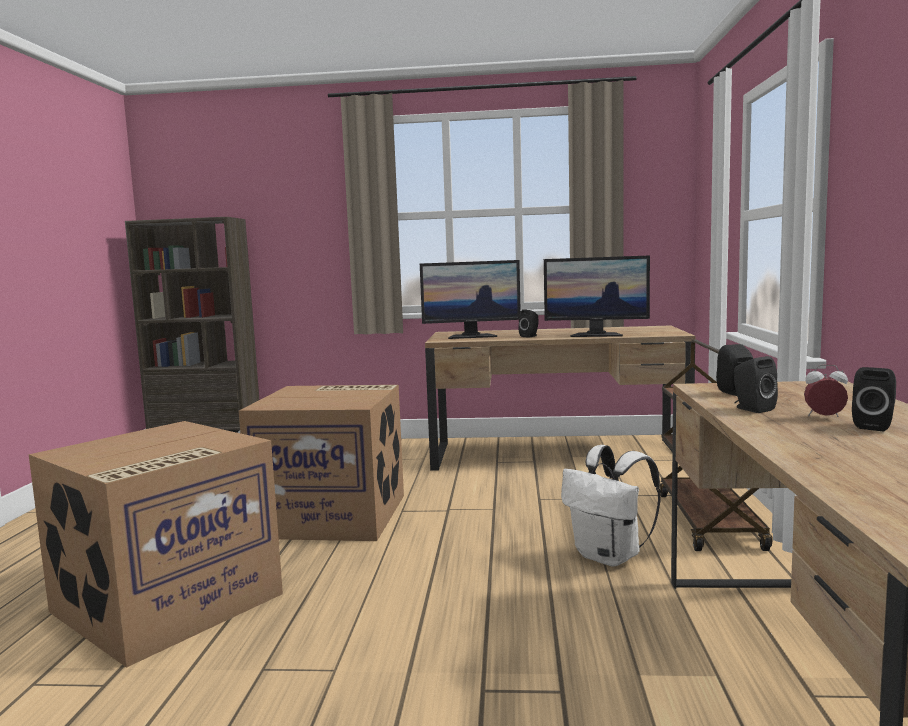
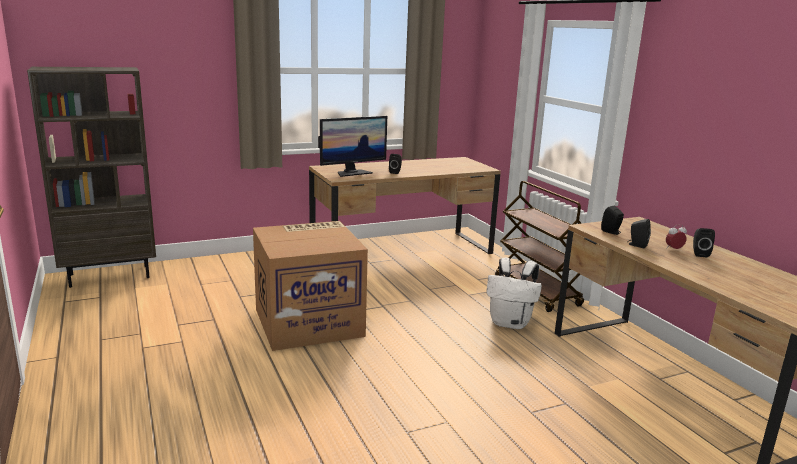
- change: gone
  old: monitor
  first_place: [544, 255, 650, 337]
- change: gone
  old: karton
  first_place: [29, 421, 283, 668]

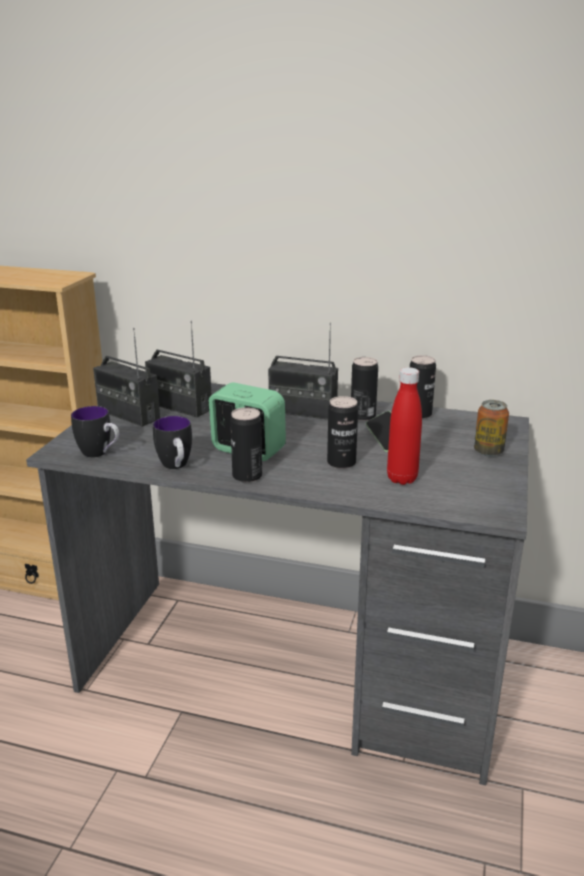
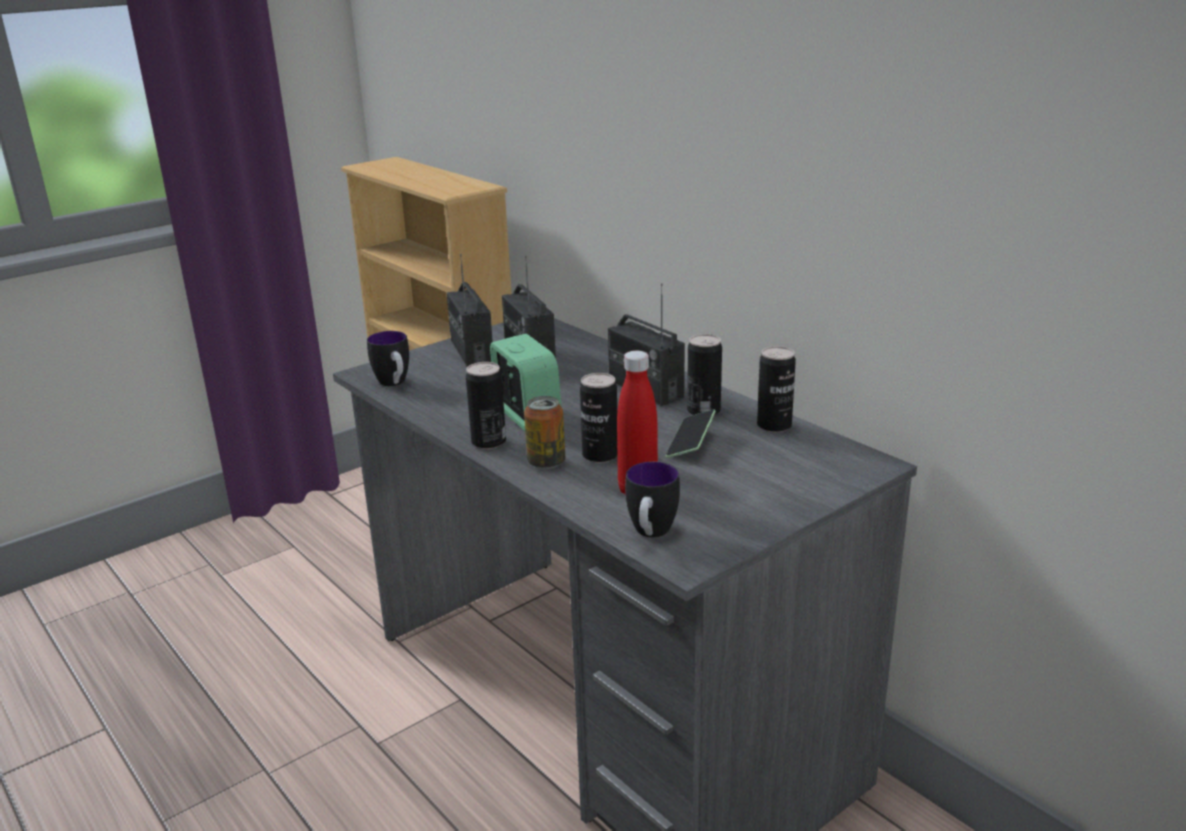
- change: shifted
  old: puszka
  first_place: [474, 400, 509, 457]
  second_place: [524, 396, 565, 469]
- change: shifted
  old: kubek
  first_place: [153, 416, 192, 469]
  second_place: [625, 462, 680, 538]

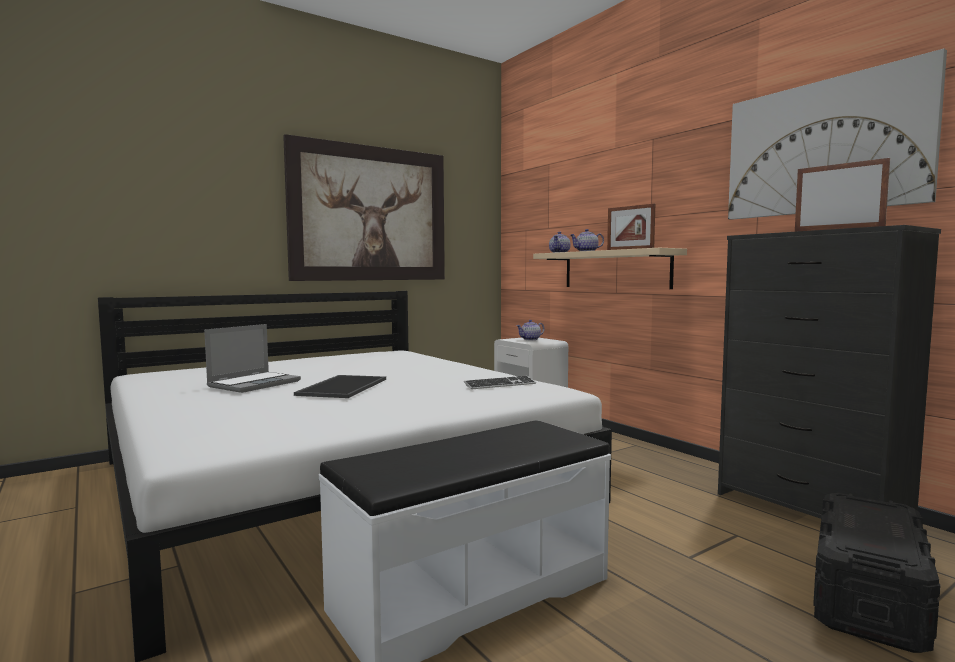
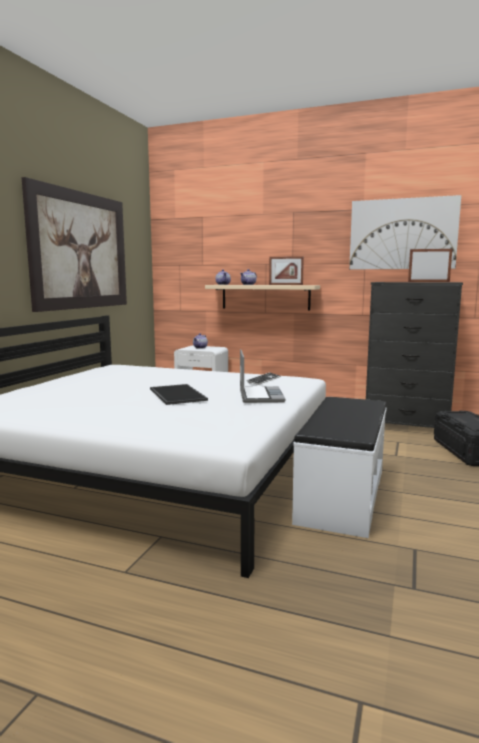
- change: shifted
  old: laptop
  first_place: [204, 324, 301, 393]
  second_place: [240, 349, 286, 403]

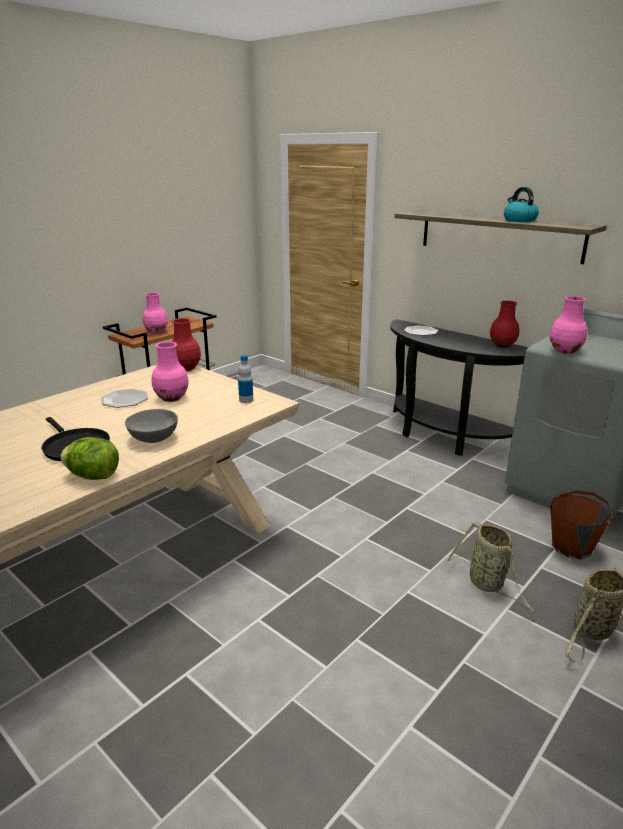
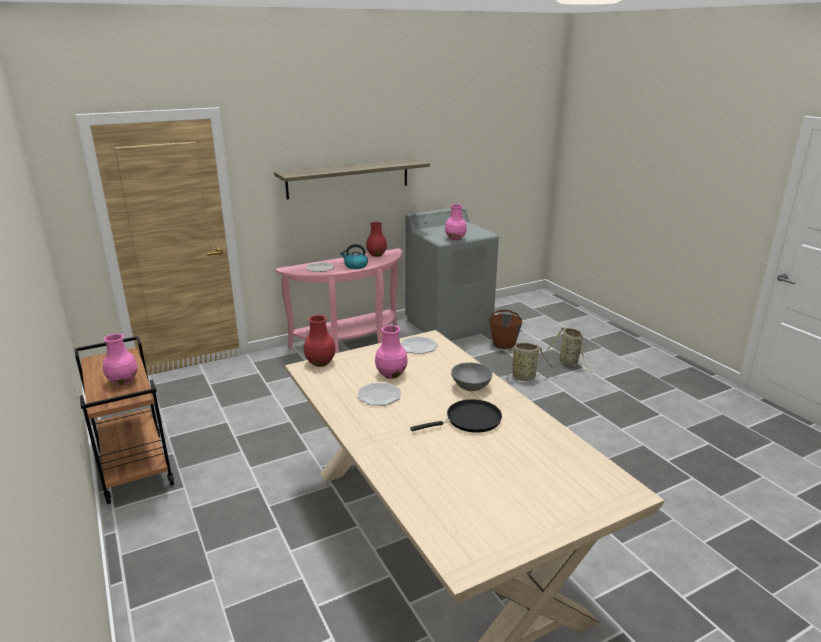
- change: shifted
  old: czajnik
  first_place: [504, 187, 539, 222]
  second_place: [340, 244, 368, 269]
- change: repainted
  old: stolik konsolowy/czarny
  new: stolik konsolowy/różowy
  first_place: [390, 319, 528, 456]
  second_place: [275, 248, 402, 353]
- change: swapped
  old: butelka
  new: talerz
  first_place: [238, 355, 253, 403]
  second_place: [400, 336, 438, 354]
- change: gone
  old: sałata
  first_place: [60, 437, 119, 480]

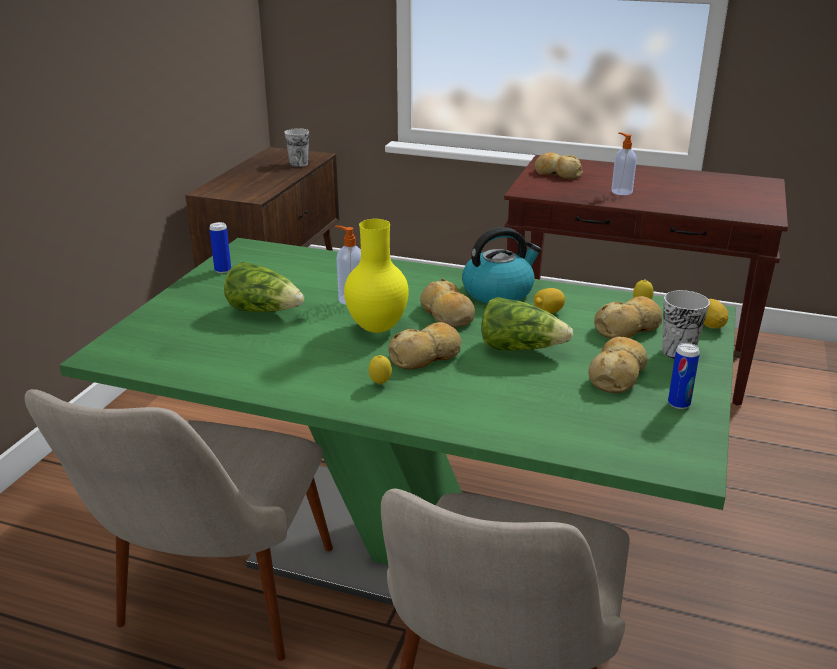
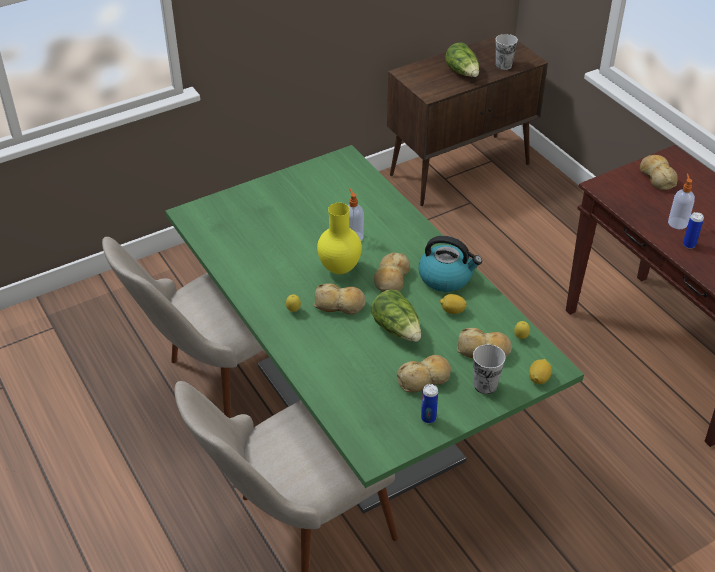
- change: shifted
  old: puszka
  first_place: [209, 222, 231, 273]
  second_place: [683, 212, 704, 249]
- change: shifted
  old: sałata
  first_place: [224, 262, 304, 312]
  second_place: [445, 42, 479, 77]

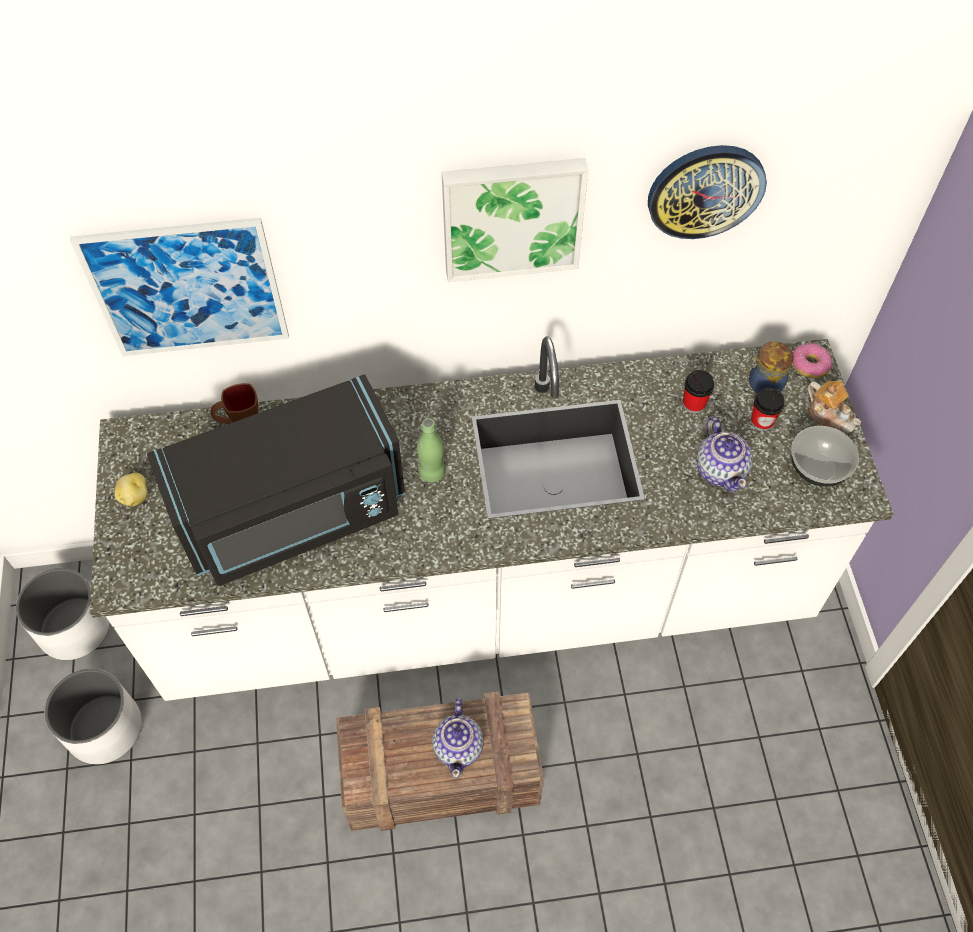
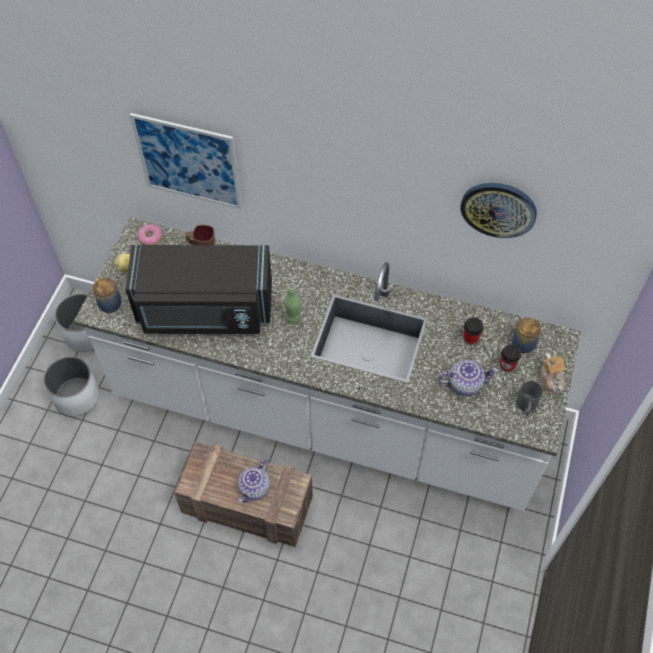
- change: gone
  old: obraz
  first_place: [442, 158, 588, 282]
- change: shifted
  old: donut
  first_place: [792, 343, 832, 378]
  second_place: [138, 224, 163, 245]
- change: rotated
  old: imbryk
  first_place: [696, 417, 753, 492]
  second_place: [438, 360, 498, 396]
  degrees: -105
- change: swapped
  old: miska
  new: kubek/szary
  first_place: [791, 426, 859, 486]
  second_place: [516, 381, 542, 416]
- change: new
  new: słoik
  second_place: [93, 278, 122, 313]

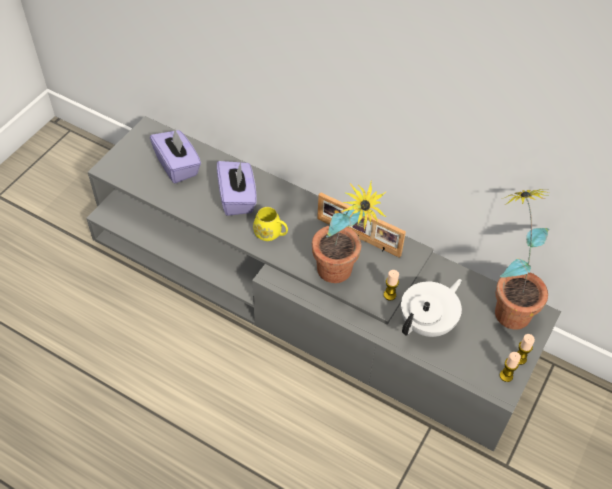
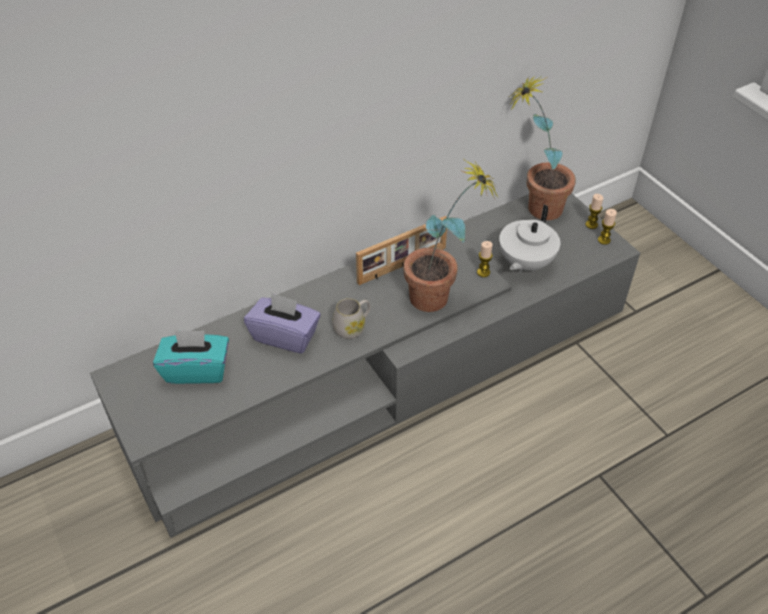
- change: repainted
  old: pudełko chusteczek/fioletowy
  new: pudełko chusteczek/turkusowy
  first_place: [150, 129, 201, 184]
  second_place: [153, 329, 229, 384]
- change: repainted
  old: kubek/żółty
  new: kubek/biały
  first_place: [253, 207, 288, 241]
  second_place: [332, 298, 370, 339]
- change: rotated
  old: imbryk/biały
  first_place: [401, 279, 462, 337]
  second_place: [499, 205, 560, 273]
  degrees: -135

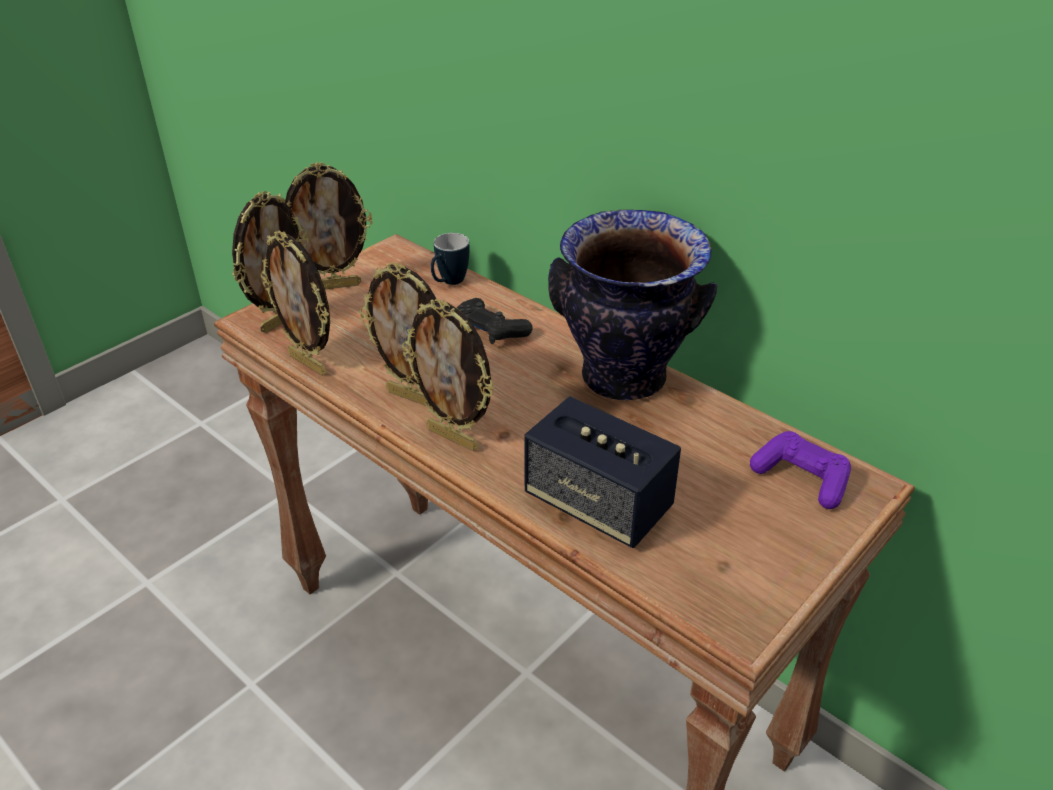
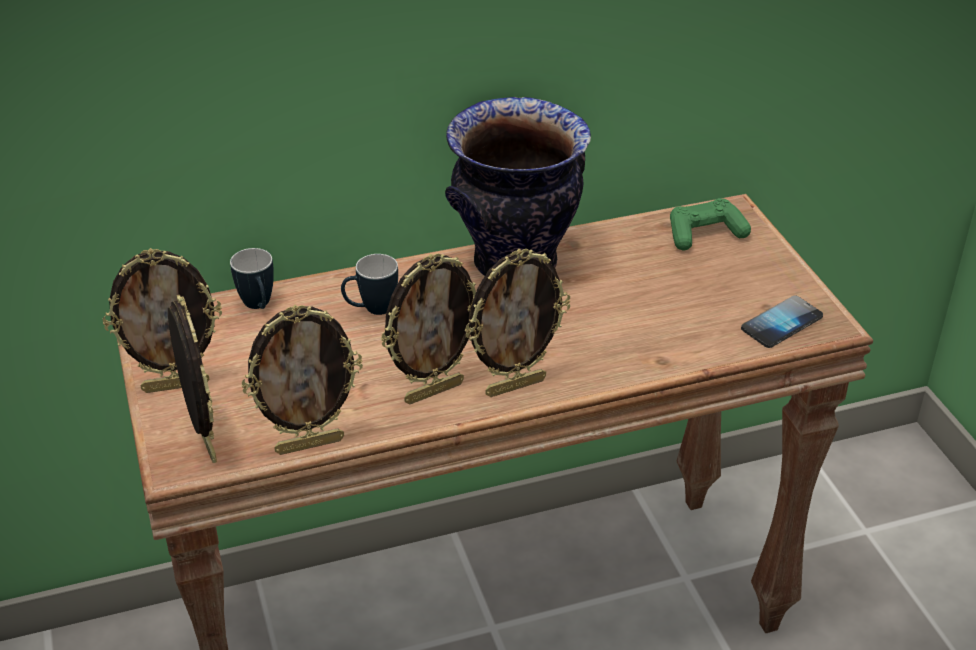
- change: rotated
  old: ramka na zdjęcie
  first_place: [285, 162, 373, 289]
  second_place: [103, 248, 222, 393]
  degrees: 60
- change: swapped
  old: pad do gier/czarny
  new: kubek
  first_place: [457, 298, 533, 344]
  second_place: [341, 254, 398, 315]
- change: gone
  old: głośnik
  first_place: [524, 396, 681, 548]
- change: repainted
  old: pad do gier/fioletowy
  new: pad do gier/zielony
  first_place: [750, 431, 851, 509]
  second_place: [670, 198, 751, 250]
- change: new
  new: telefon
  second_place: [741, 295, 823, 348]

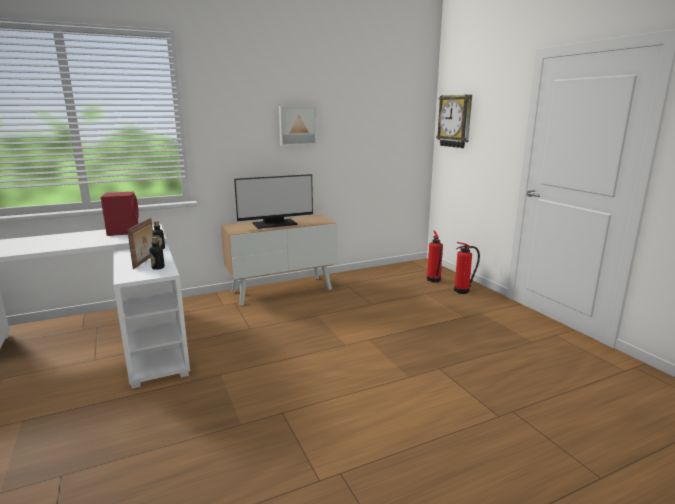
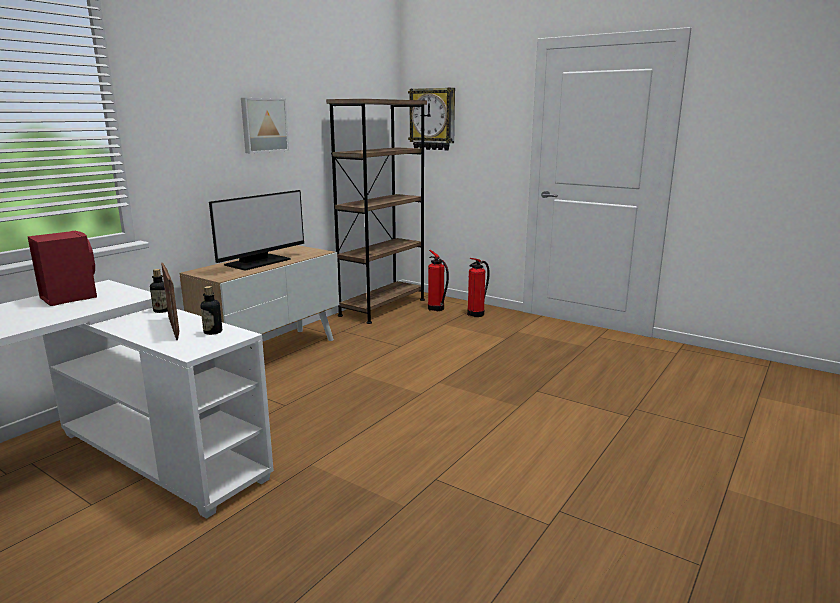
- change: new
  new: regał/brązowy
  second_place: [326, 99, 427, 324]

